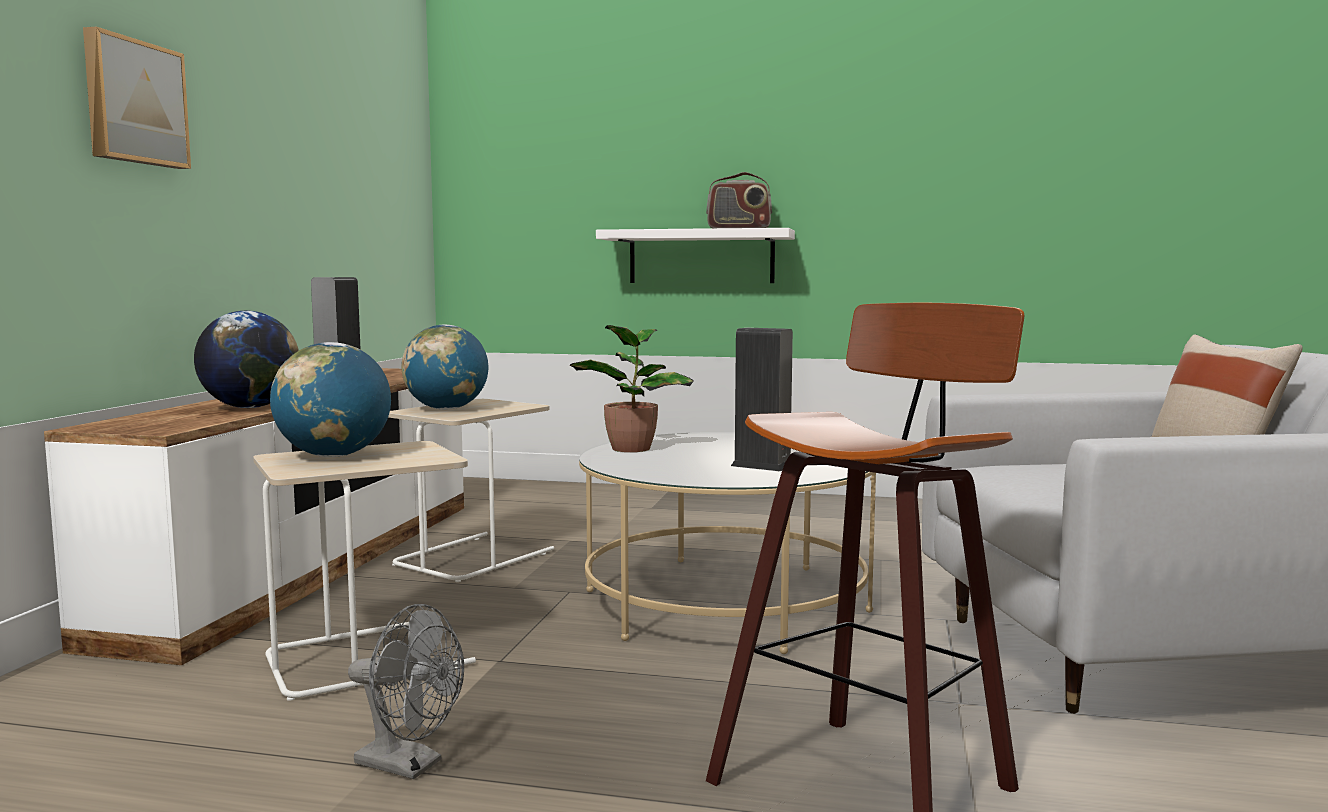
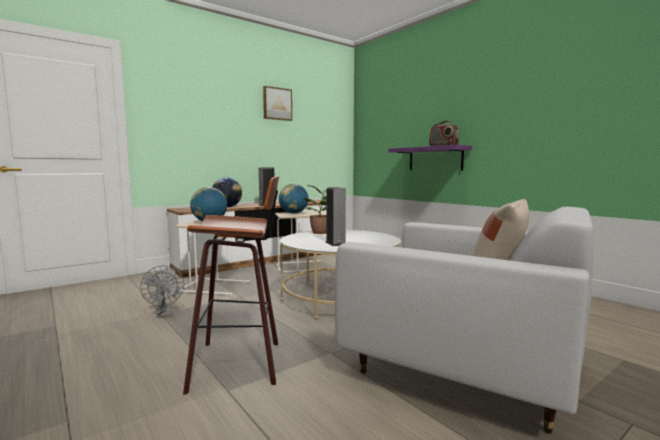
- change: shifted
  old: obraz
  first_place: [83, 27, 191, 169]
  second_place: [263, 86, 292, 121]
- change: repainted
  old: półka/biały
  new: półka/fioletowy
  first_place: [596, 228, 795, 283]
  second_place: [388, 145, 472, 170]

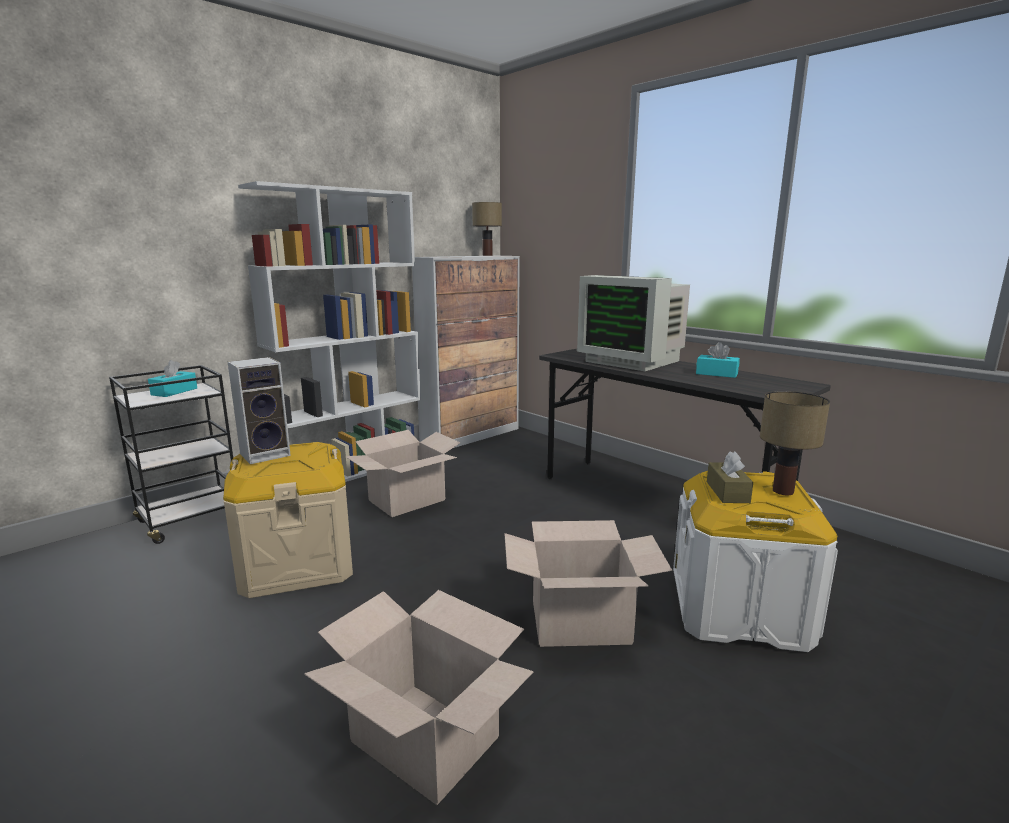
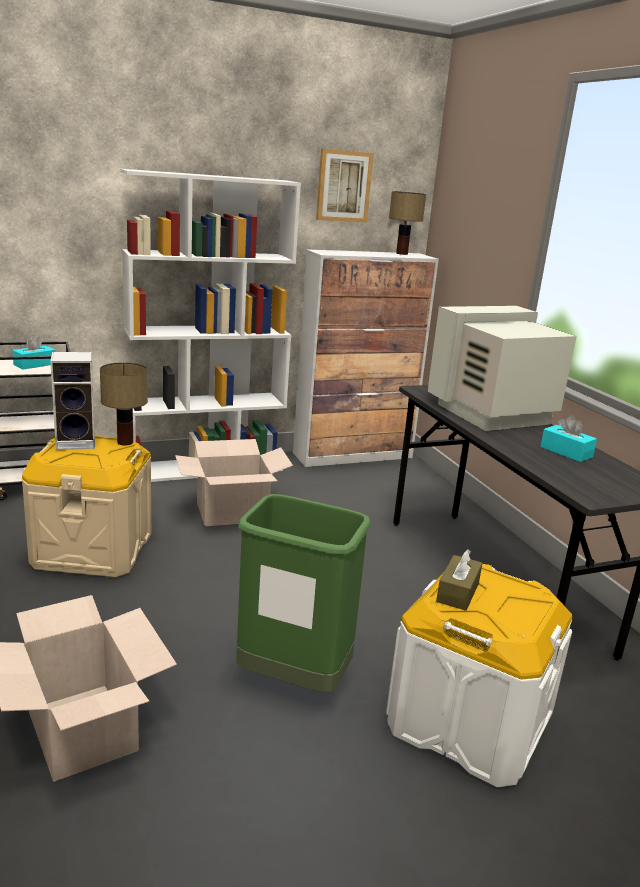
- change: rotated
  old: monitor
  first_place: [577, 275, 690, 371]
  second_place: [427, 306, 577, 431]
  degrees: 90
- change: shifted
  old: lampa stołowa
  first_place: [760, 391, 830, 495]
  second_place: [100, 363, 148, 446]
- change: swapped
  old: karton
  new: kosz na śmieci/zielony
  first_place: [505, 520, 672, 647]
  second_place: [236, 494, 371, 692]
- change: new
  new: obraz
  second_place: [316, 149, 374, 222]

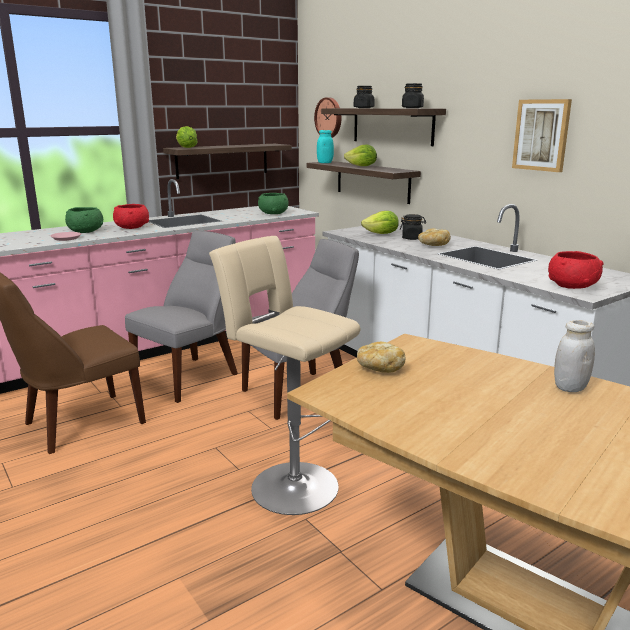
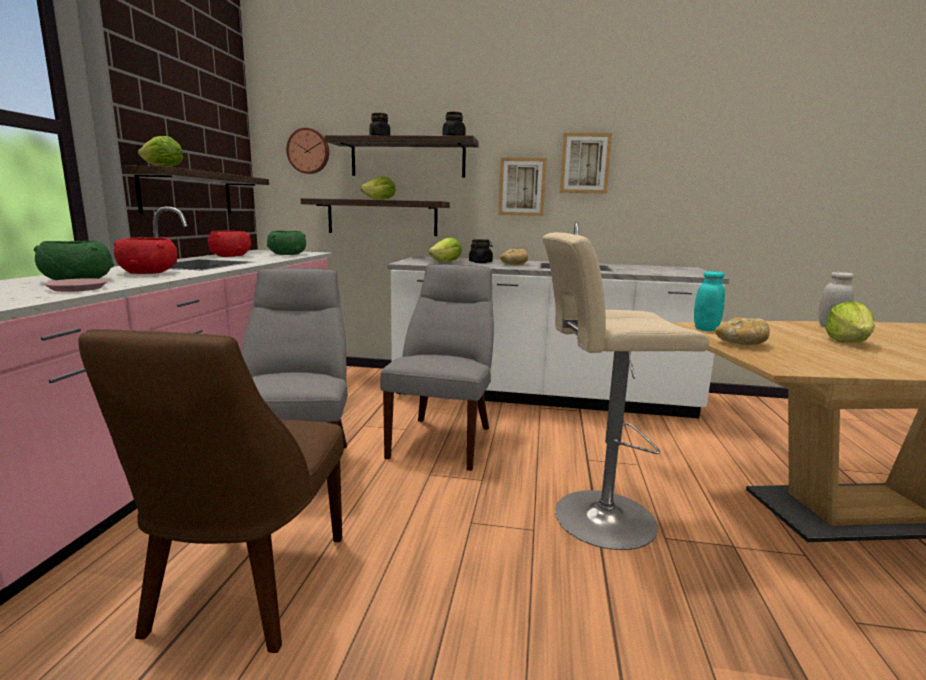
- change: shifted
  old: słoik/turkusowy
  first_place: [317, 130, 334, 163]
  second_place: [694, 271, 725, 331]
- change: shifted
  old: miska/czerwony
  first_place: [548, 251, 604, 289]
  second_place: [208, 230, 251, 257]
- change: new
  new: obraz
  second_place: [498, 158, 547, 216]
- change: new
  new: sałata
  second_place: [825, 301, 875, 343]

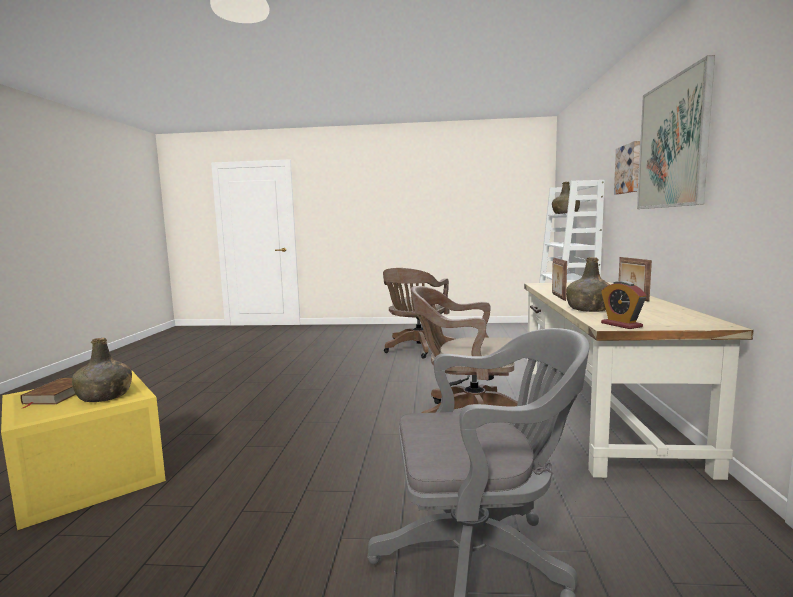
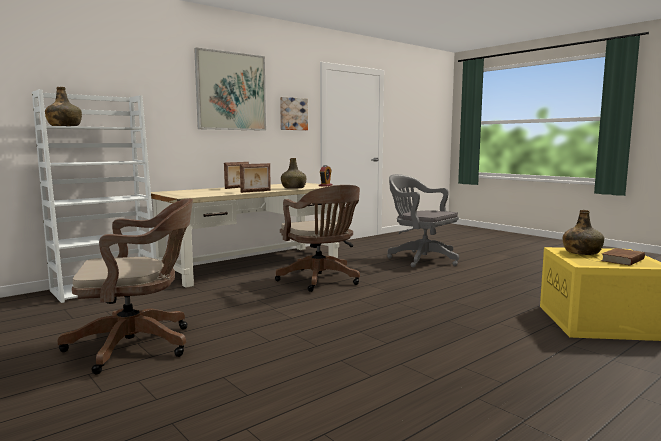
- change: shifted
  old: obraz
  first_place: [614, 141, 640, 195]
  second_place: [280, 97, 308, 130]

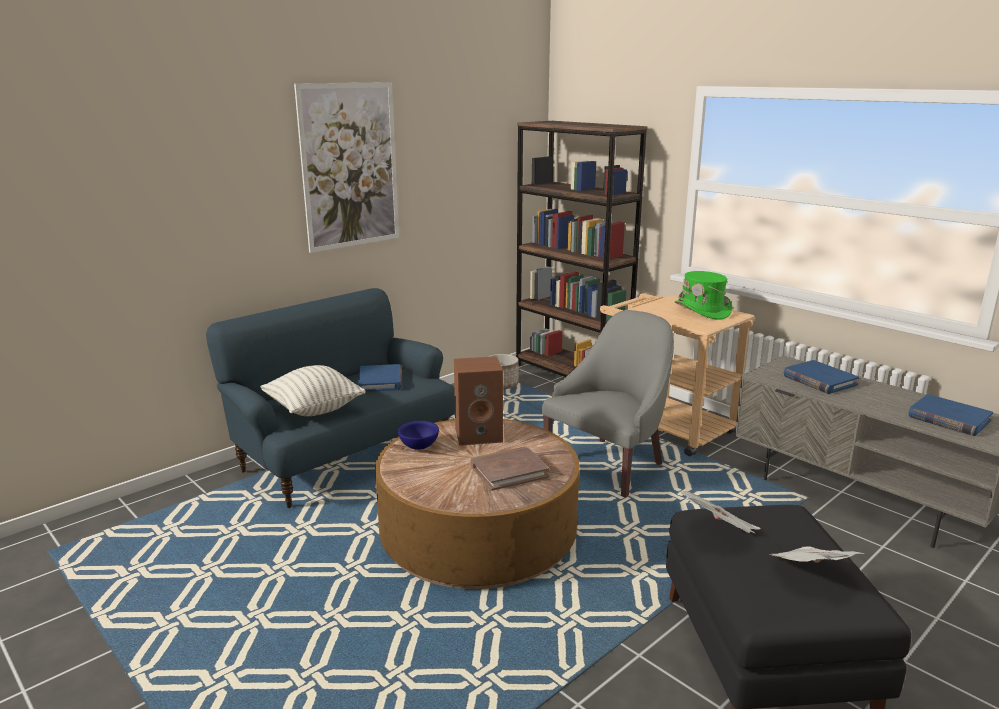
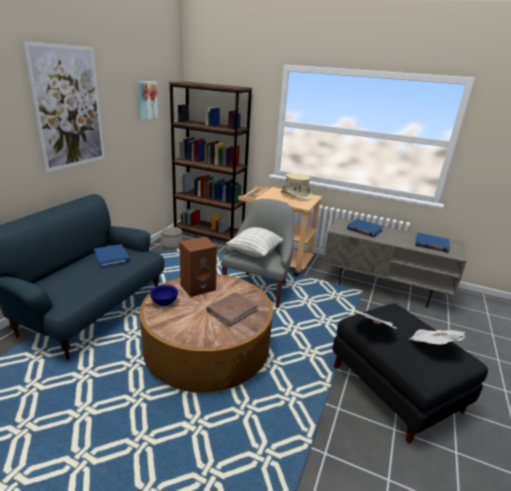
- change: repainted
  old: kapelusz/zielony
  new: kapelusz/beżowy
  first_place: [675, 271, 732, 320]
  second_place: [280, 173, 312, 200]
- change: shifted
  old: poduszka
  first_place: [260, 365, 365, 416]
  second_place: [226, 227, 283, 257]
- change: new
  new: obraz
  second_place: [139, 81, 158, 120]

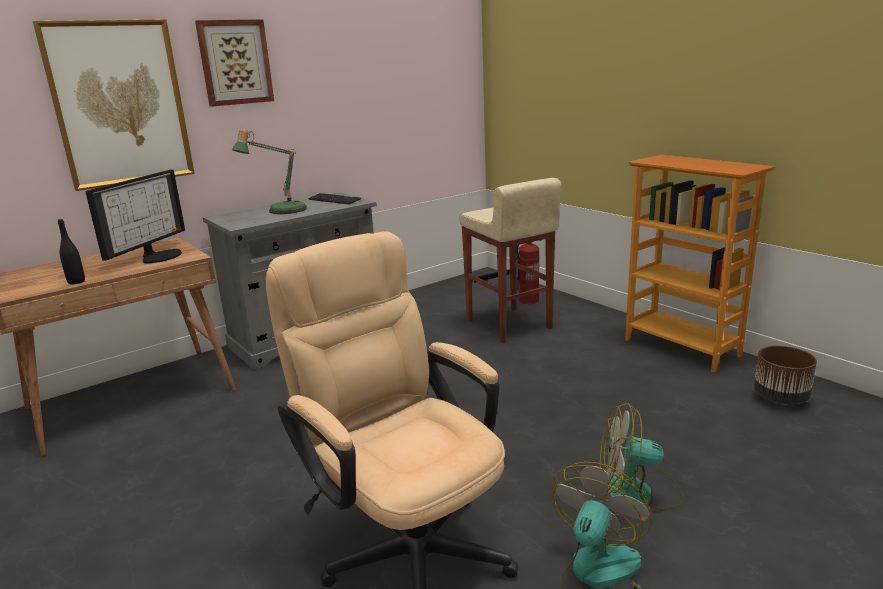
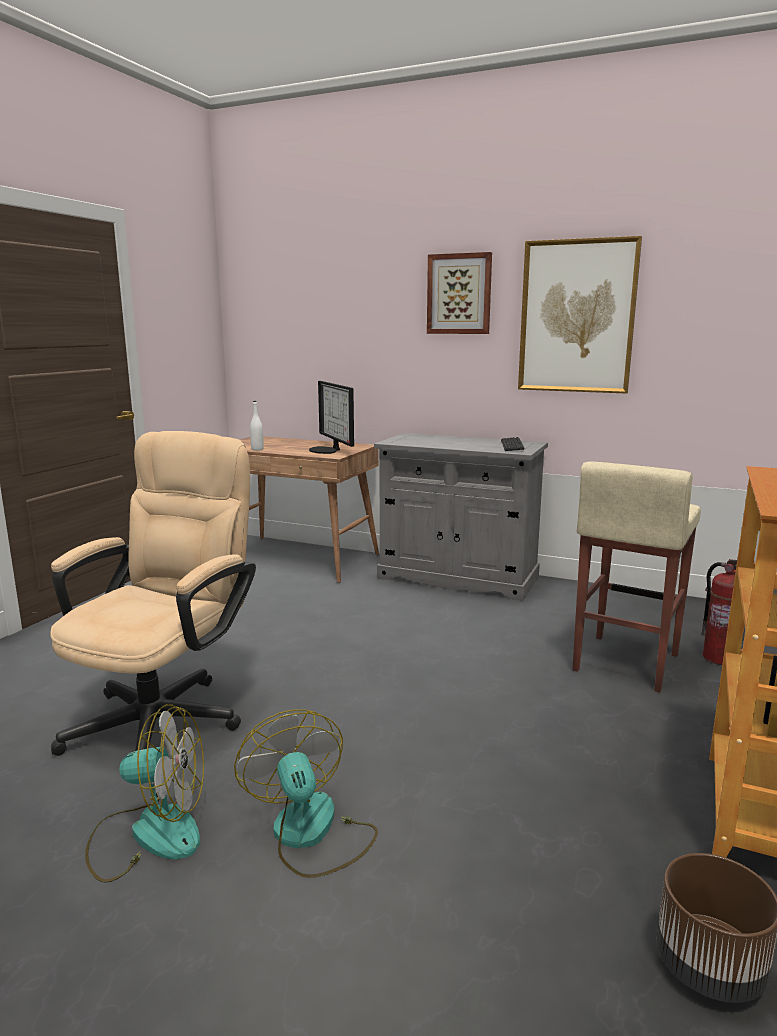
- change: shifted
  old: obraz
  first_place: [33, 19, 195, 191]
  second_place: [518, 236, 642, 394]
- change: gone
  old: lampa stołowa
  first_place: [232, 128, 307, 214]
- change: rotated
  old: monitor
  first_place: [85, 170, 185, 263]
  second_place: [309, 381, 354, 454]
  degrees: 75
- change: repainted
  old: butelka/czarny
  new: butelka/biały
  first_place: [58, 219, 85, 284]
  second_place: [250, 401, 264, 451]

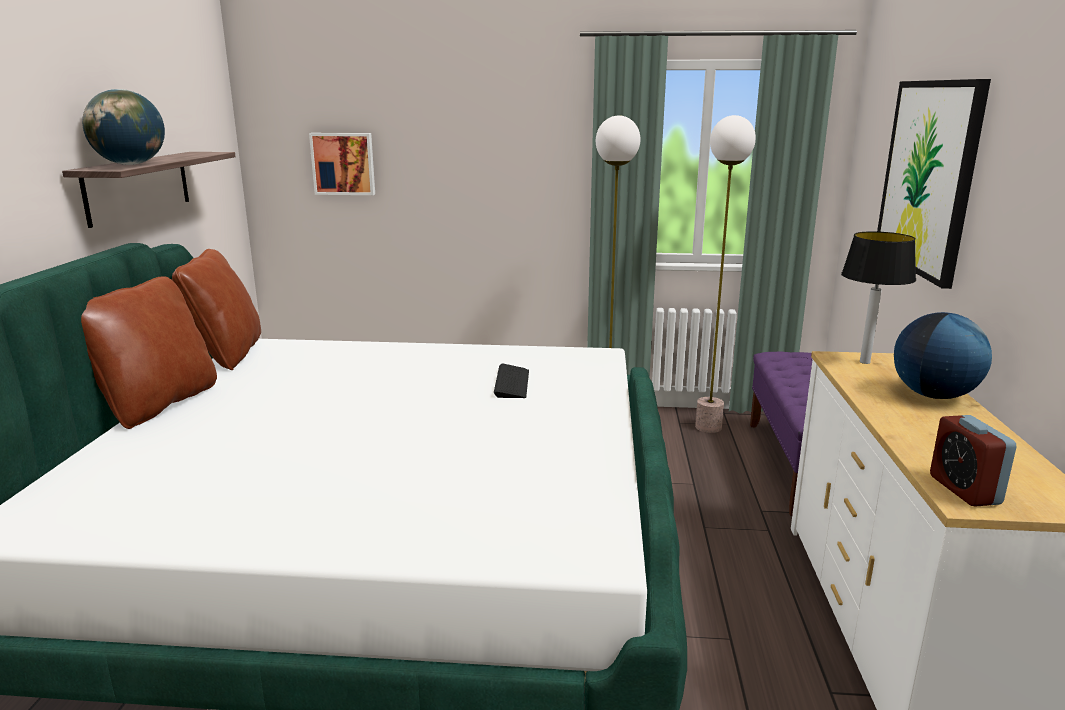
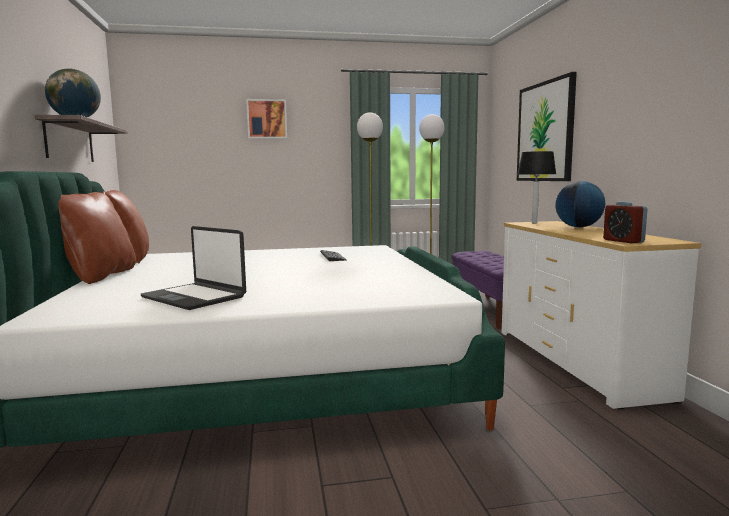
- change: shifted
  old: obraz
  first_place: [309, 133, 375, 195]
  second_place: [246, 99, 287, 139]
- change: new
  new: laptop
  second_place: [141, 226, 246, 310]

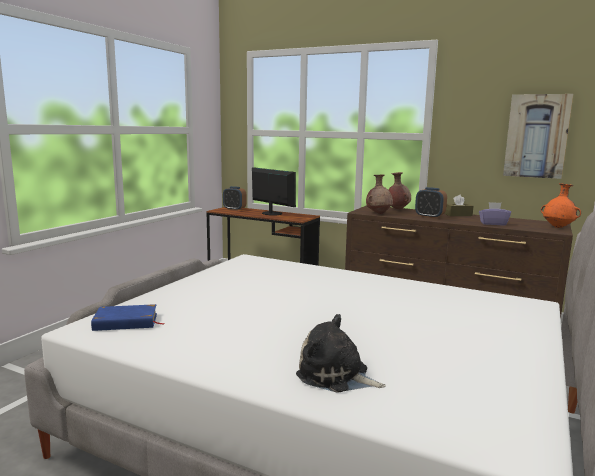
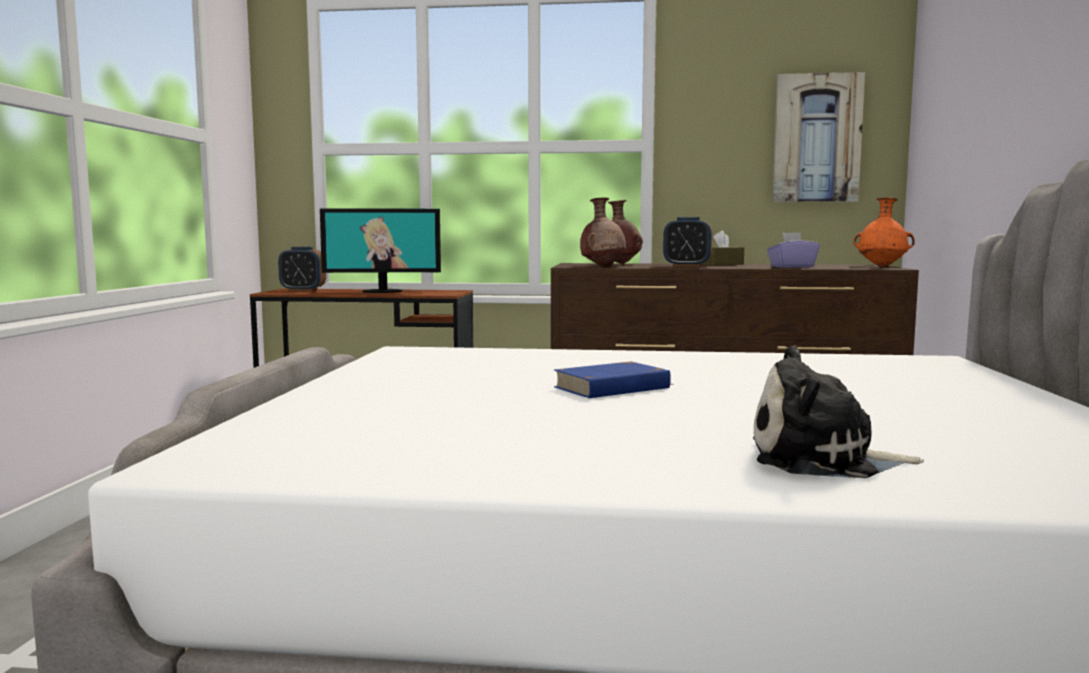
- change: rotated
  old: monitor
  first_place: [252, 167, 296, 215]
  second_place: [320, 208, 441, 293]
  degrees: 150
- change: shifted
  old: książka/niebieski
  first_place: [91, 304, 165, 331]
  second_place: [554, 362, 674, 398]

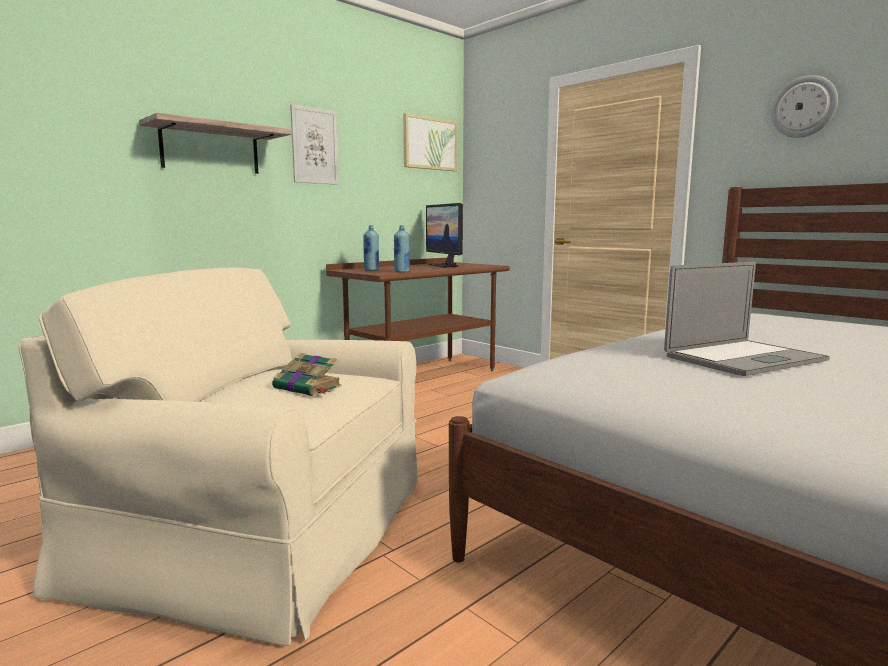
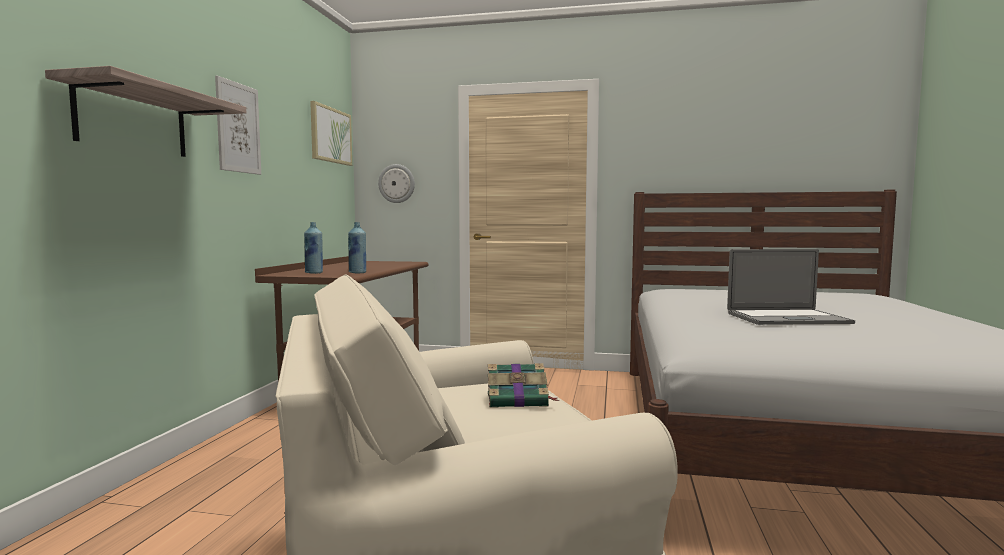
- change: shifted
  old: zegar ścienny
  first_place: [771, 75, 838, 138]
  second_place: [378, 164, 415, 203]
- change: gone
  old: monitor
  first_place: [426, 203, 463, 268]
- change: rotated
  old: laptop
  first_place: [664, 262, 830, 376]
  second_place: [727, 249, 855, 325]
  degrees: 60

